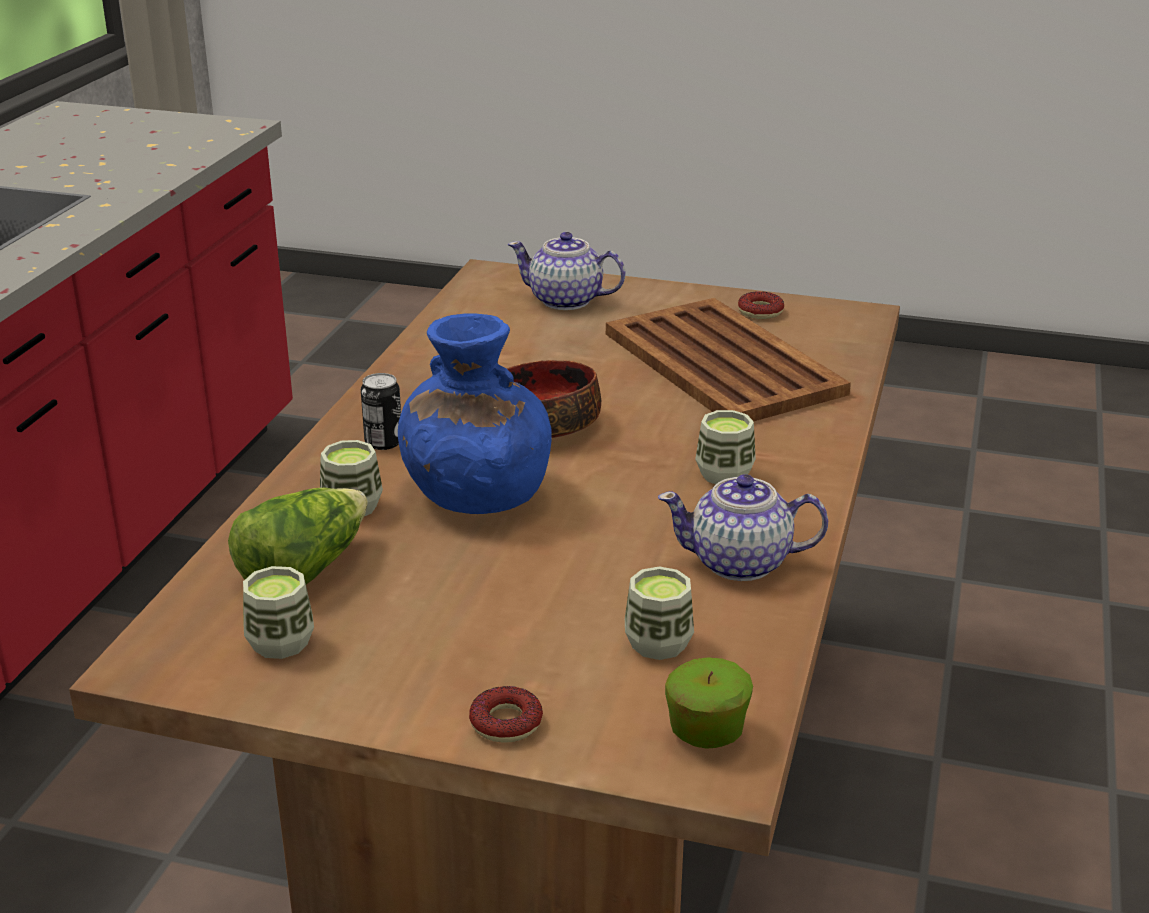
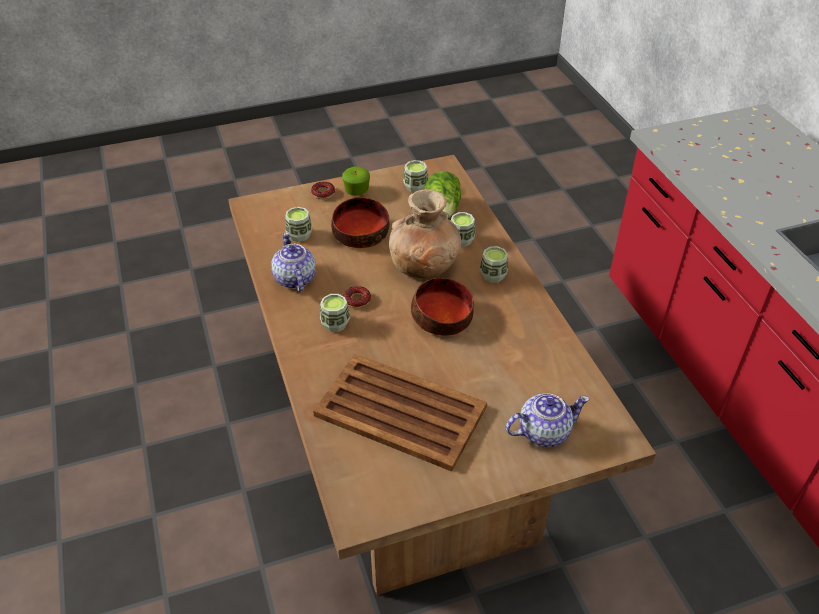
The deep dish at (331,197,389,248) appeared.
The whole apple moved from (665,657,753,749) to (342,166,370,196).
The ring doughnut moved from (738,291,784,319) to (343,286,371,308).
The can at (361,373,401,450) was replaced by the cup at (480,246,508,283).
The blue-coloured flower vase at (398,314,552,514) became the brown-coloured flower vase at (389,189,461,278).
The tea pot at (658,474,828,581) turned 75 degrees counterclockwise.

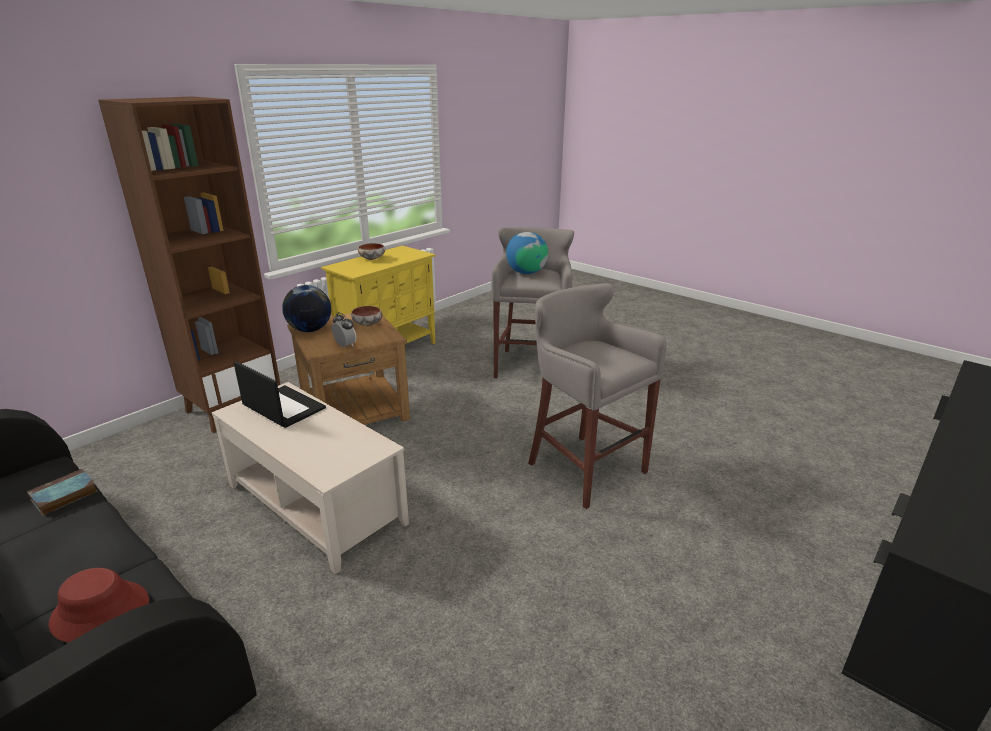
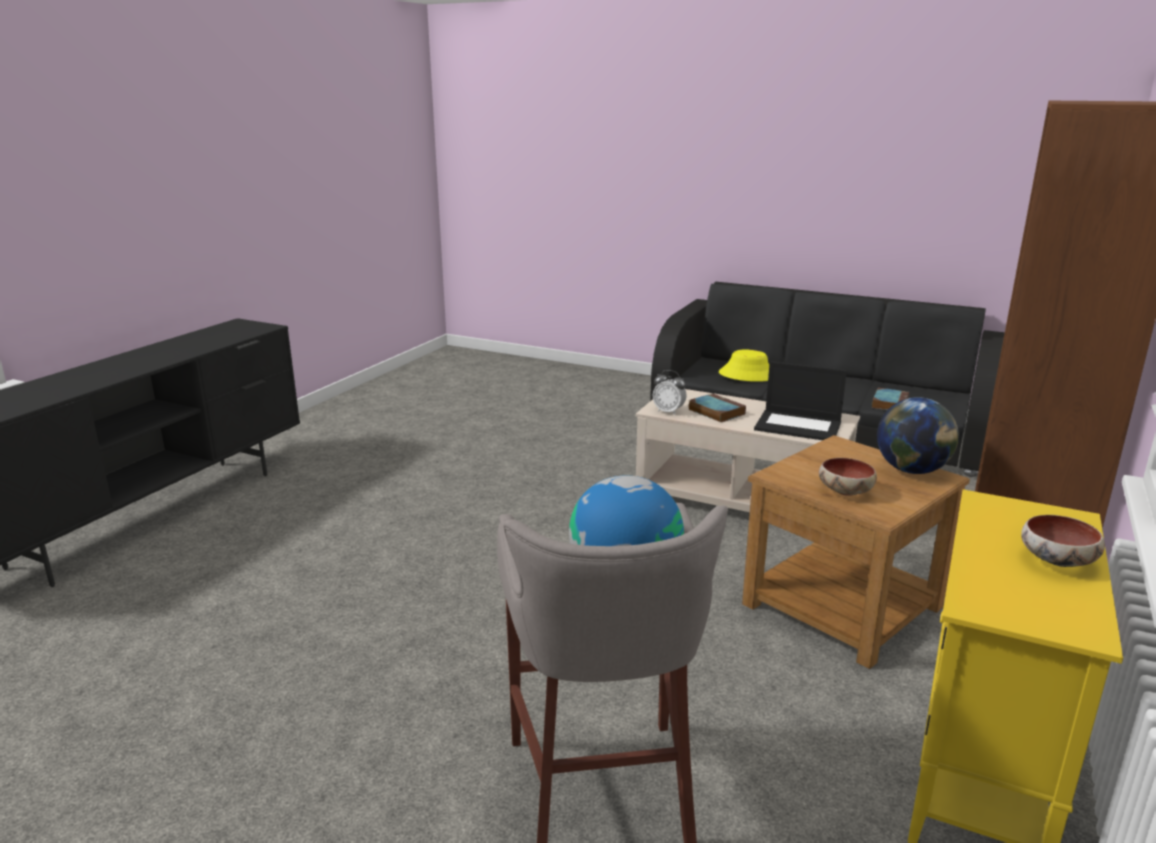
The grey stool seat at (528,283,667,509) disappeared.
The bound book at (688,393,746,422) appeared.
The table clock moved from (332,312,356,347) to (653,370,686,415).
The red-coloured clothing hat at (49,568,149,643) became the yellow-coloured clothing hat at (719,350,769,382).

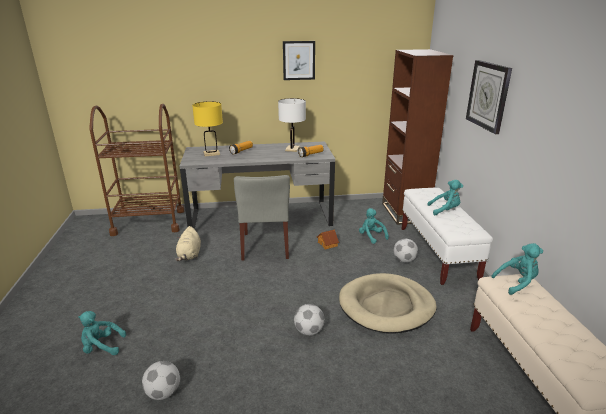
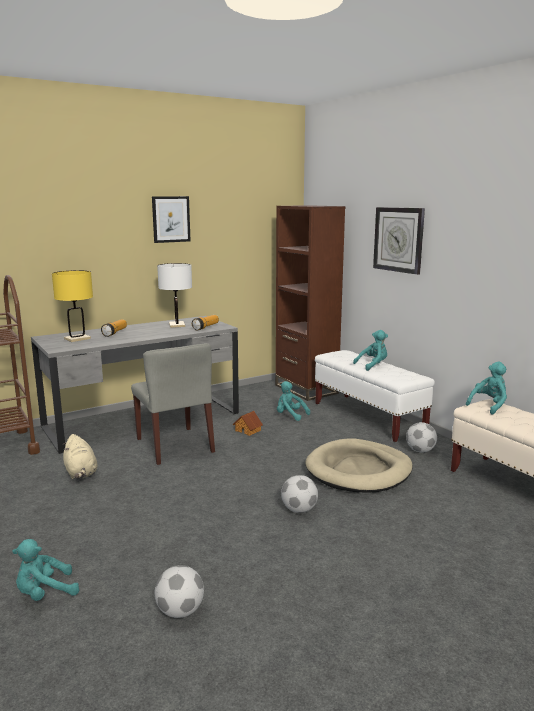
The football moved from (394,239,418,263) to (406,422,437,453).

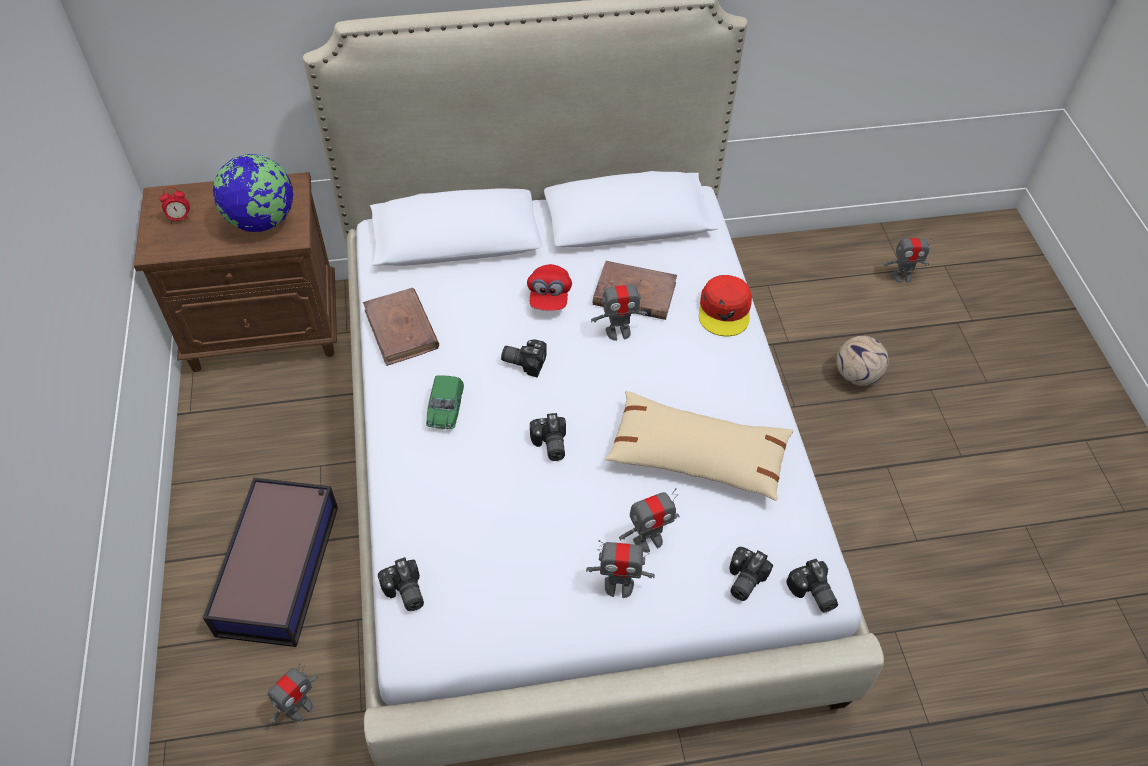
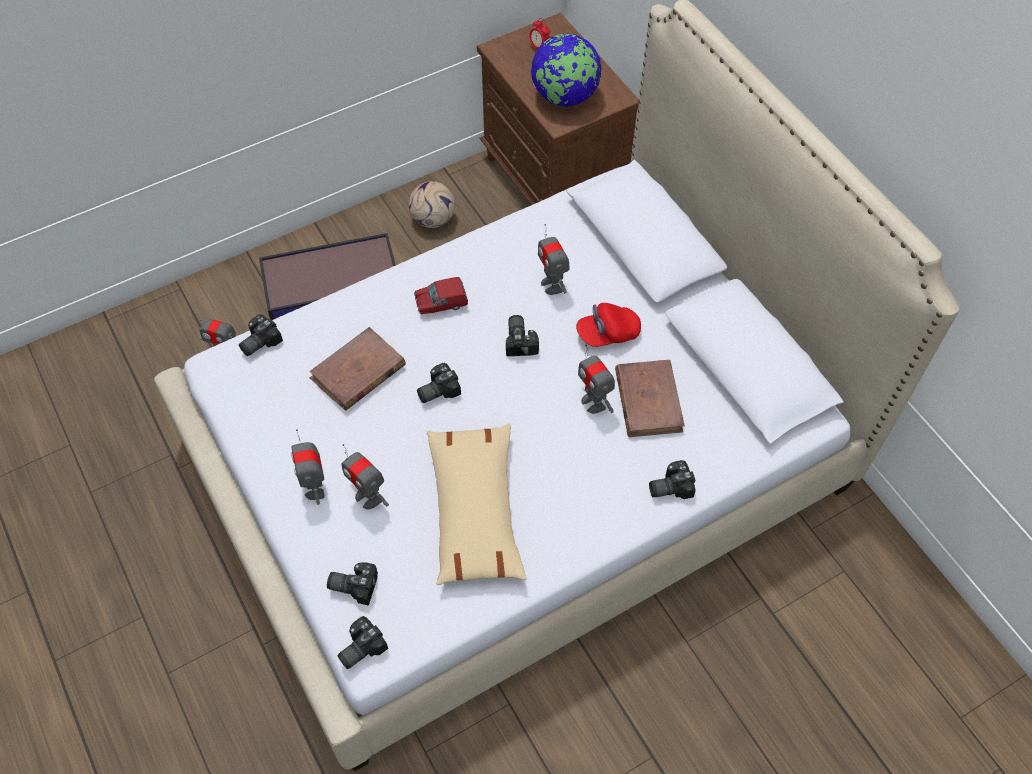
The brown-coloured bound book moved from (363,288,439,366) to (310,327,406,411).
The football moved from (836,336,888,386) to (409,181,455,228).
The robot figure moved from (883,233,934,283) to (538,224,570,295).
The red-coloured baseball cap at (699,275,752,336) was replaced by the photo camera at (649,460,695,499).
The greenish toy car at (426,375,464,429) became the red-coloured toy car at (414,277,468,314).

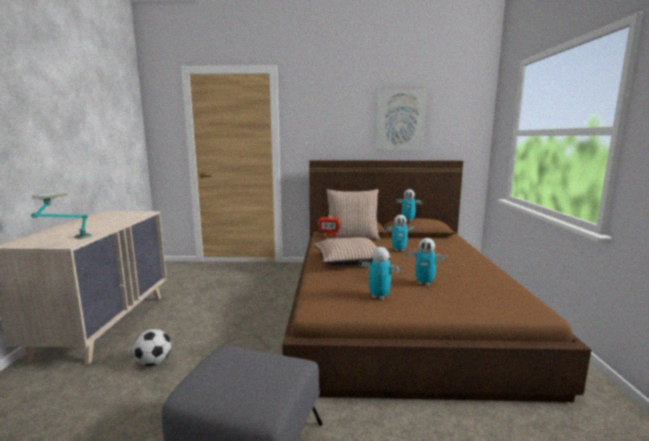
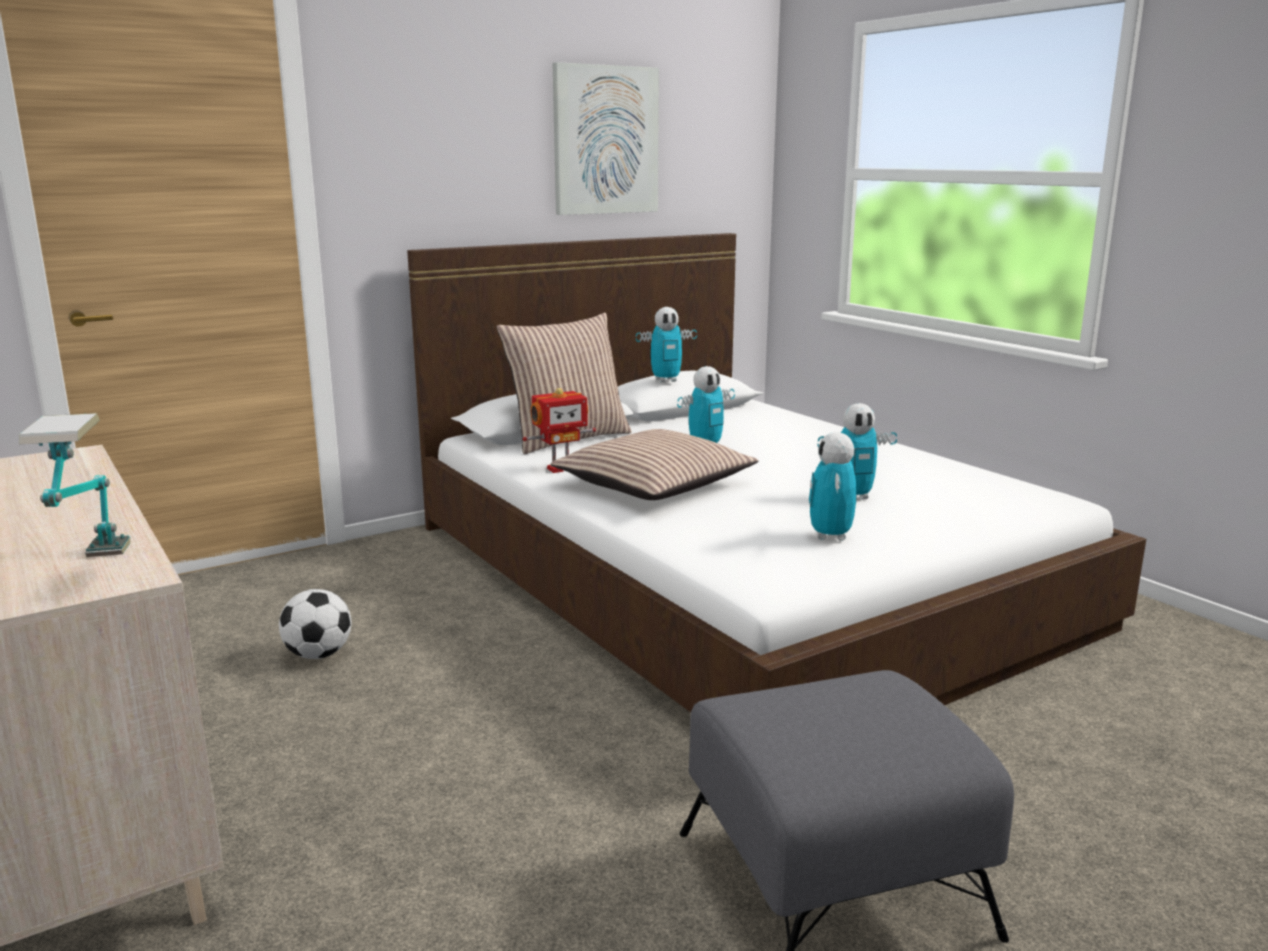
The football moved from (133,329,171,366) to (279,589,352,659).
The brown-coloured sleeping bed at (282,160,591,402) became the white-coloured sleeping bed at (407,233,1146,712).
The robot figure at (359,247,403,300) turned 75 degrees counterclockwise.

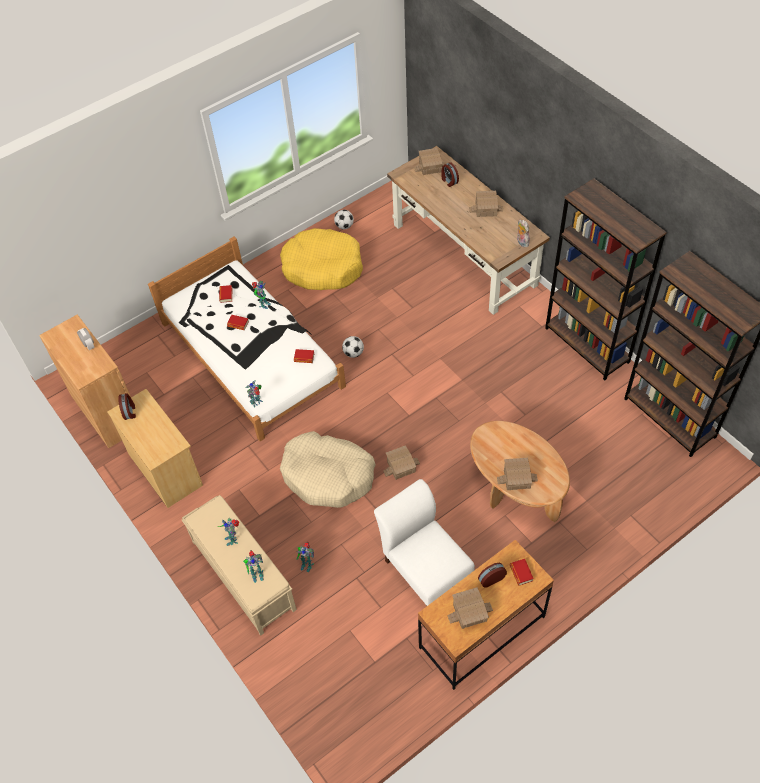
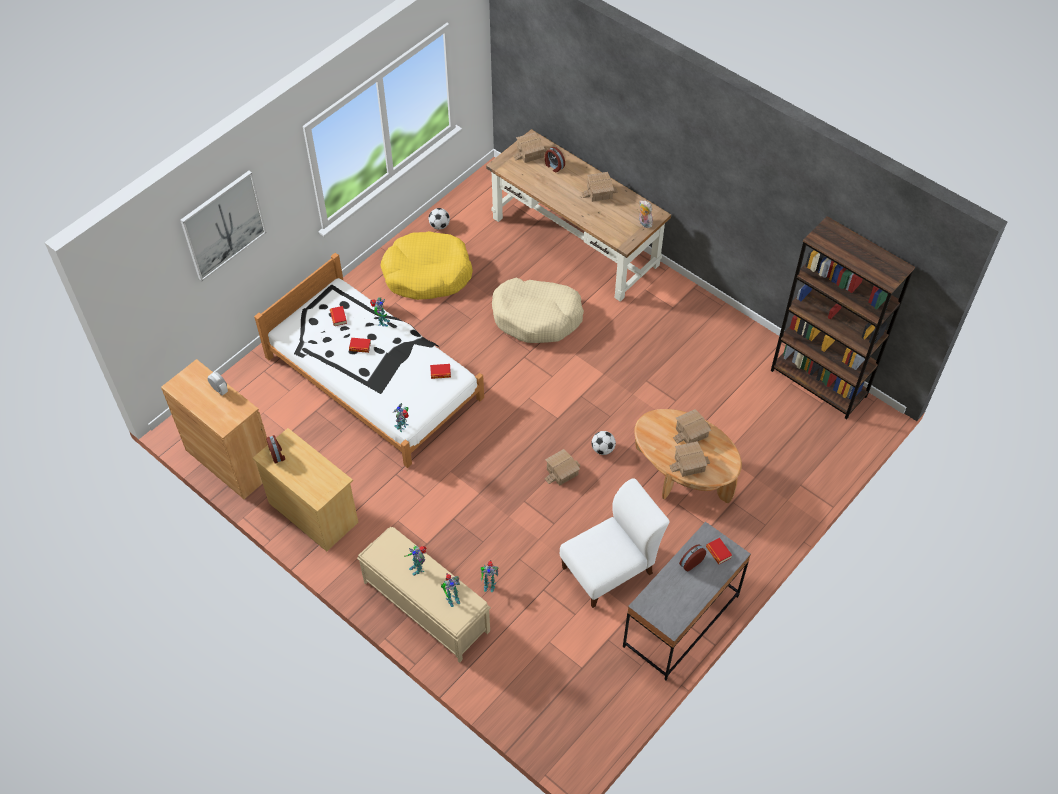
The brown-coloured shelving unit at (545,178,667,380) disappeared.
The wall picture at (180,171,266,282) appeared.
The beige-coloured dog bed moved from (280,431,375,508) to (492,278,584,343).
The football moved from (342,336,364,358) to (592,431,616,455).
The toy house moved from (447,587,493,629) to (673,409,711,444).
The brown-coloured desk unit at (418,540,554,690) became the grey desk unit at (623,522,751,680).
The white-coloured plain chair at (374,479,475,607) turned 105 degrees clockwise.

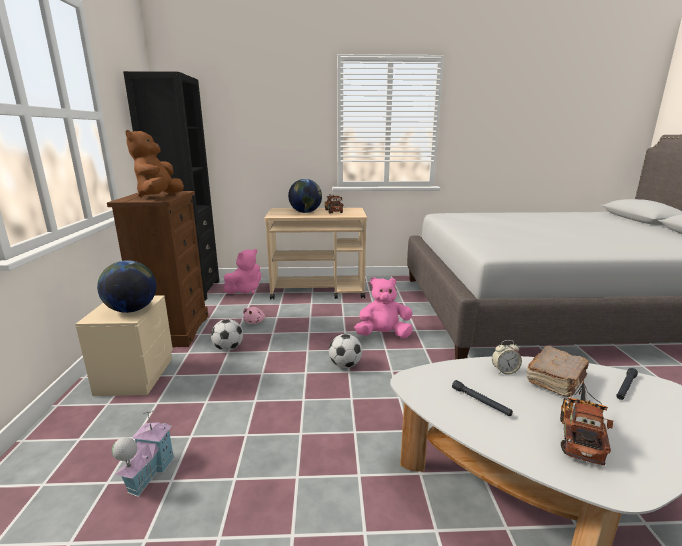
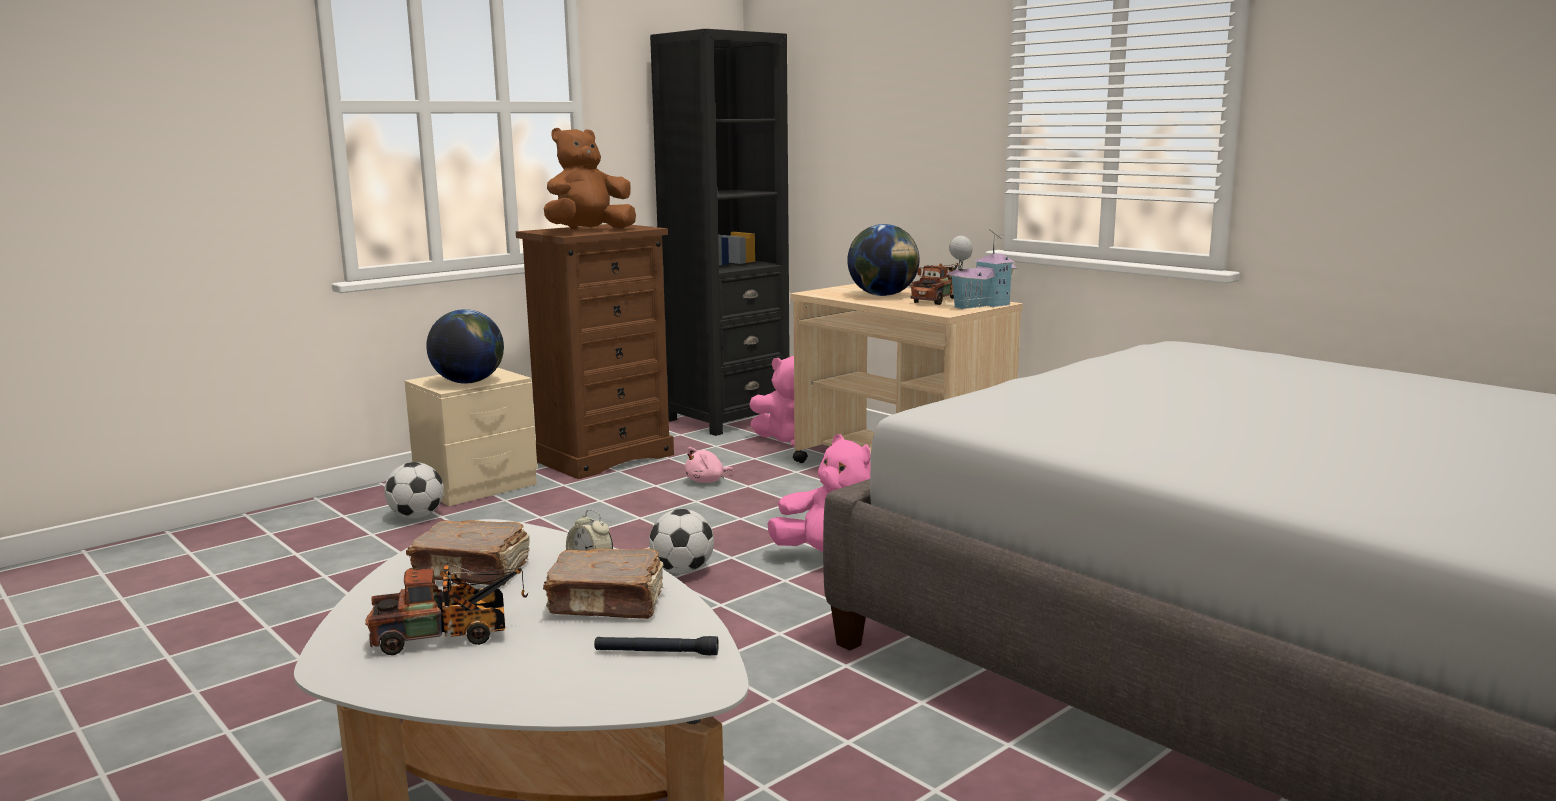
The toy house moved from (112,409,174,497) to (947,229,1018,309).
The football moved from (211,319,243,351) to (384,462,444,519).
The black hand torch at (452,380,513,416) was replaced by the brown-coloured bound book at (406,520,530,586).

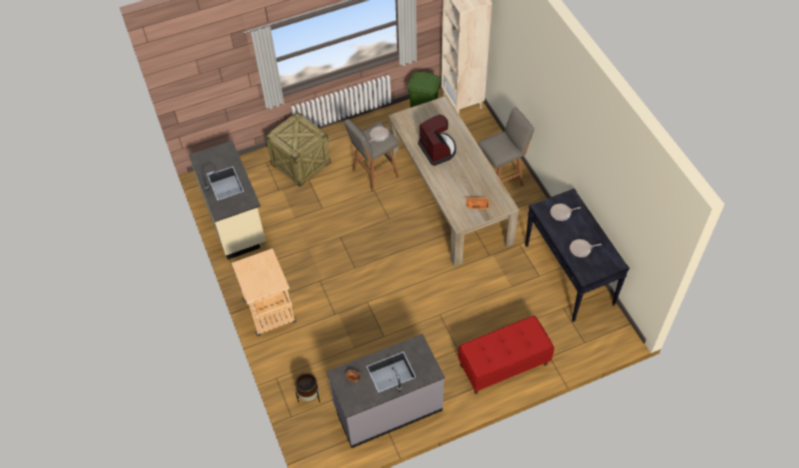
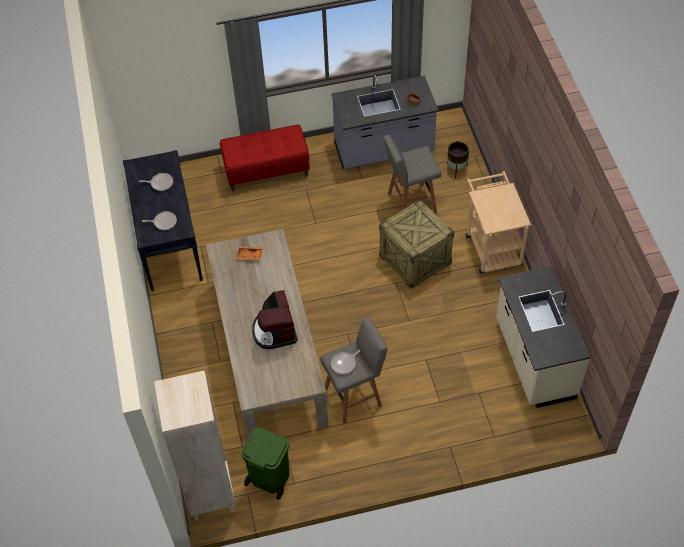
The packing crate moved from (265,112,331,187) to (379,199,454,289).
The grey stool seat moved from (478,107,534,186) to (384,135,441,214).

